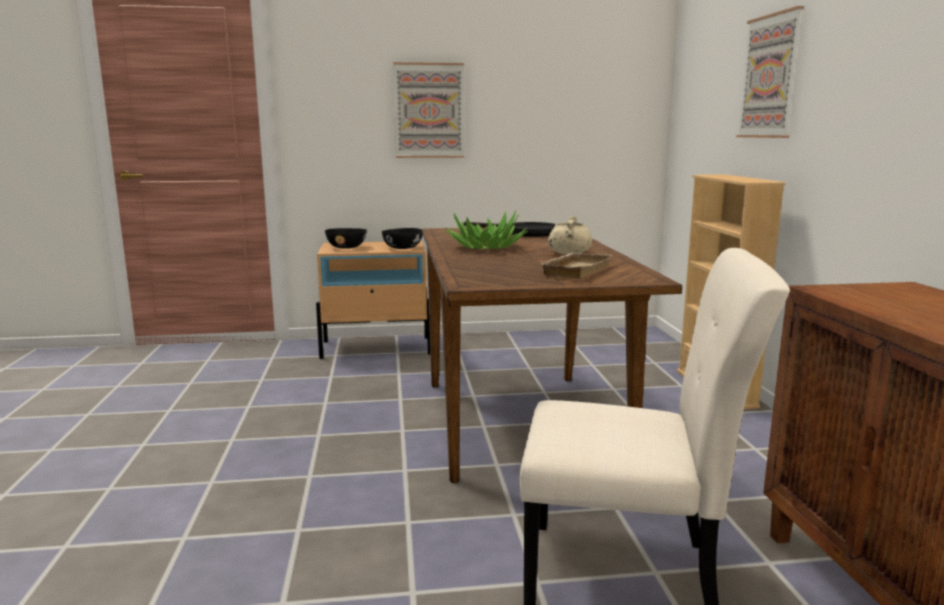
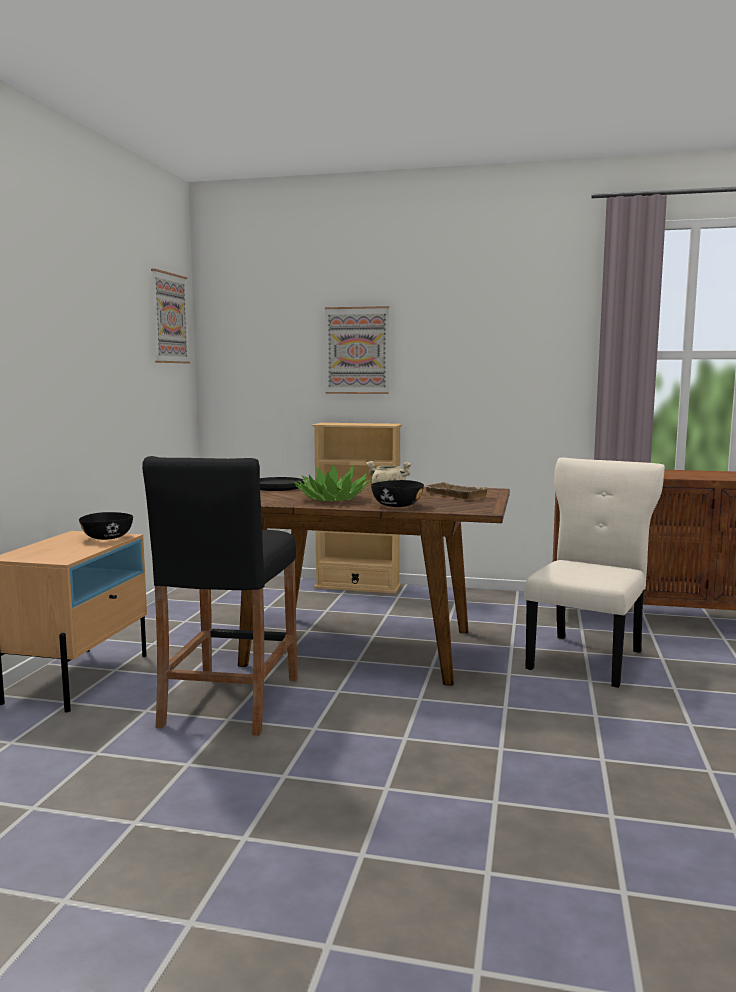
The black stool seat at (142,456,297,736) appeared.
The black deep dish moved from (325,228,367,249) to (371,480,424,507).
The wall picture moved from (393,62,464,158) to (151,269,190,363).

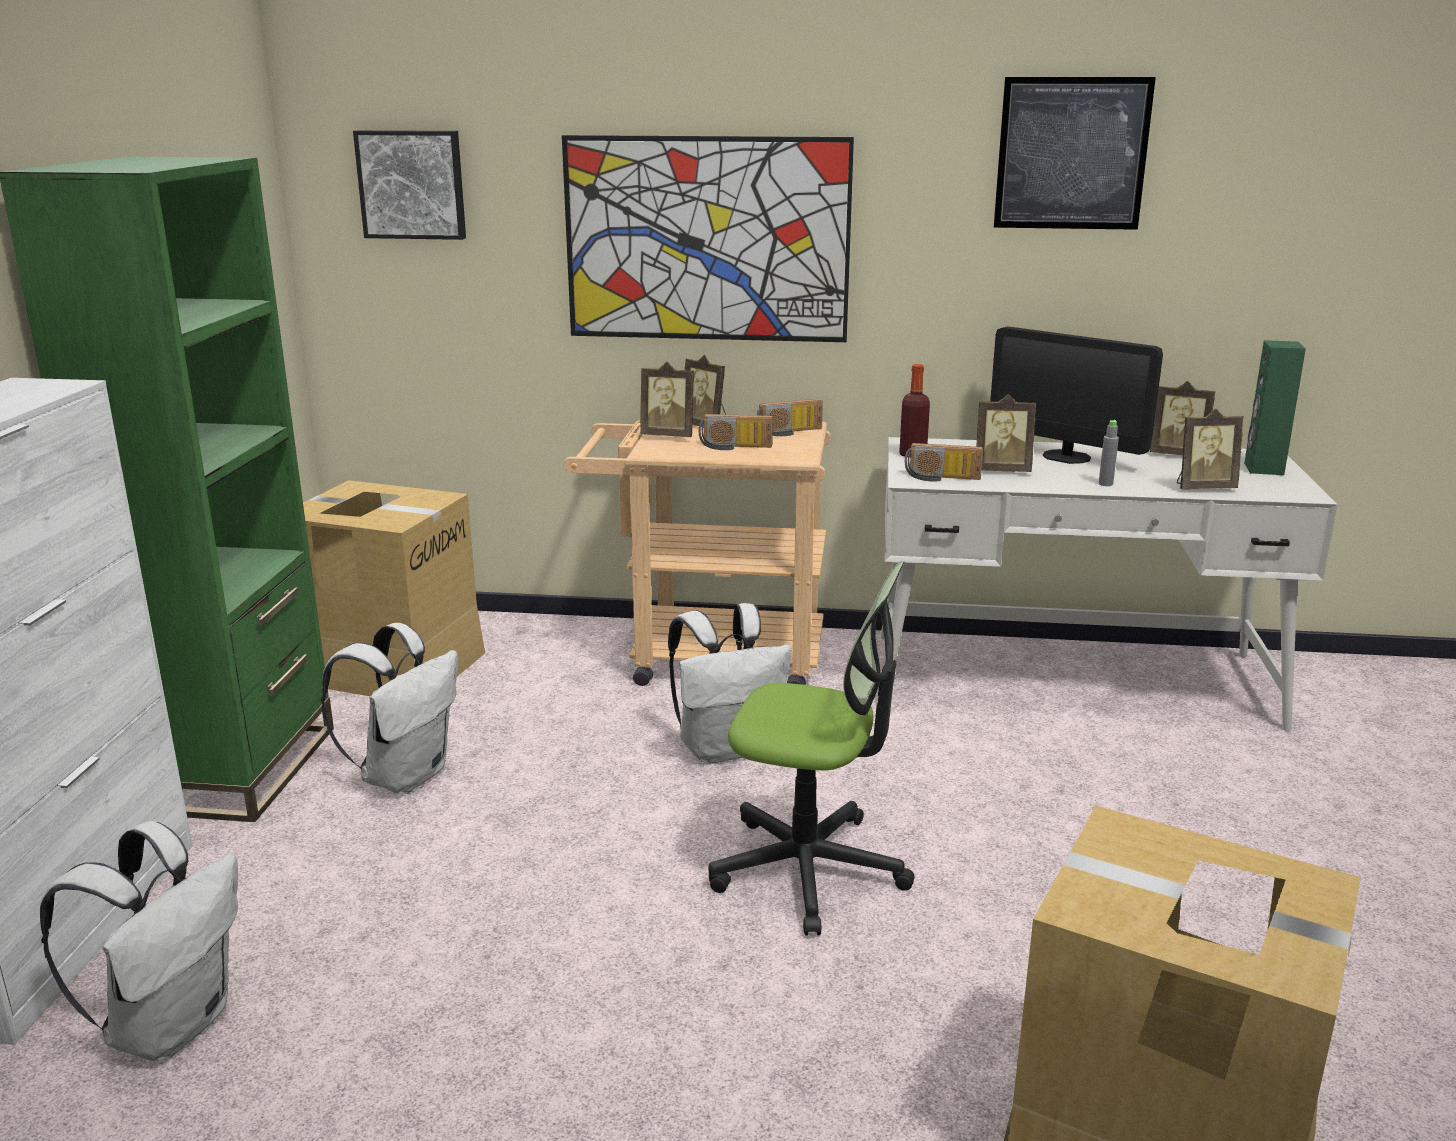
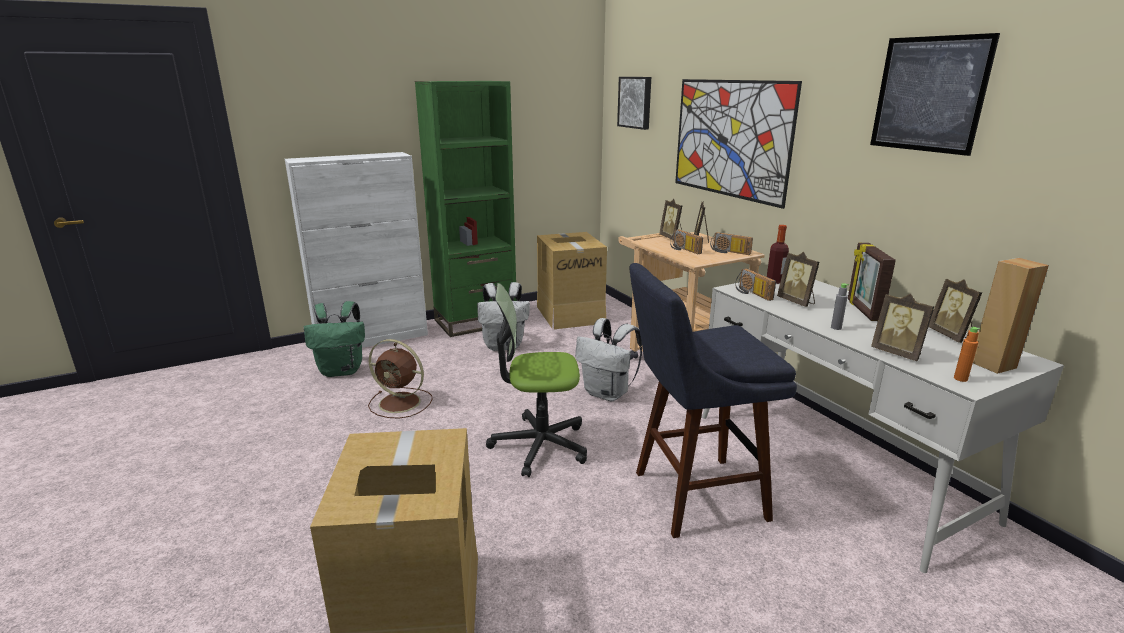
The brown-coloured electric fan at (368,339,432,419) appeared.
The blue-coloured stool seat at (629,263,797,538) appeared.
The orange-coloured drink bottle at (954,327,981,382) appeared.
The monitor at (990,326,1163,464) was replaced by the standing frame at (848,243,896,321).
The white-coloured backpack at (40,821,238,1061) became the greenish backpack at (304,301,365,377).
The greenish loudspeaker at (1244,340,1306,475) became the brown-coloured loudspeaker at (973,258,1049,374).
The office chair at (708,561,915,936) turned 105 degrees clockwise.

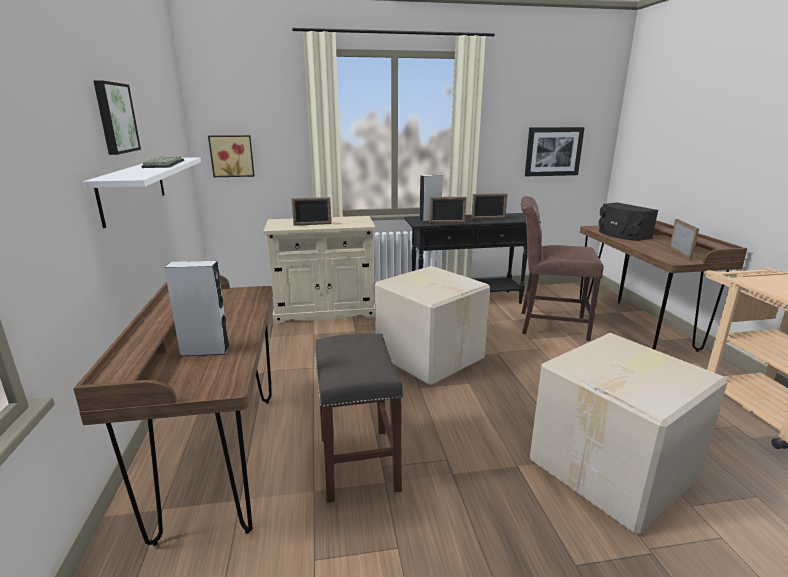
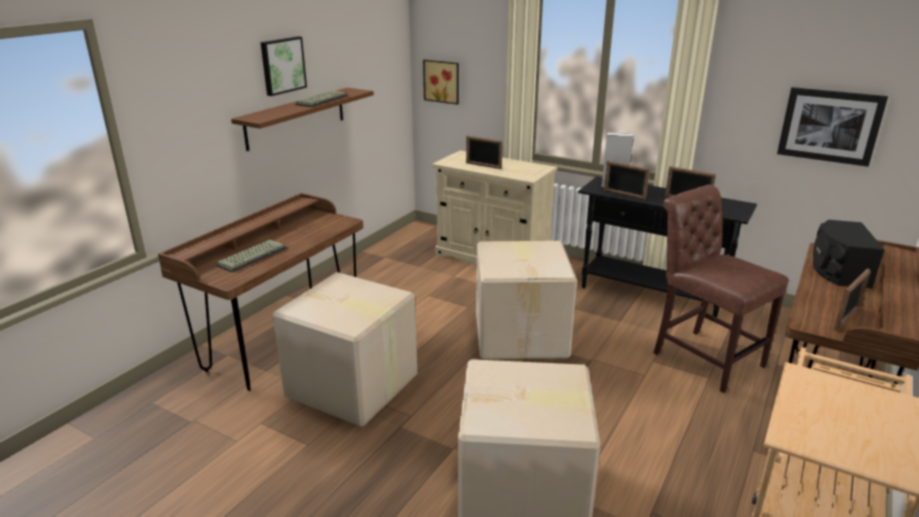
The grey loudspeaker at (164,261,230,356) was replaced by the keyboard at (216,240,287,272).
The grey stool seat at (315,333,403,503) was replaced by the carton at (273,272,417,427).
The white-coloured shelf at (84,157,201,228) became the brown-coloured shelf at (231,88,374,151).

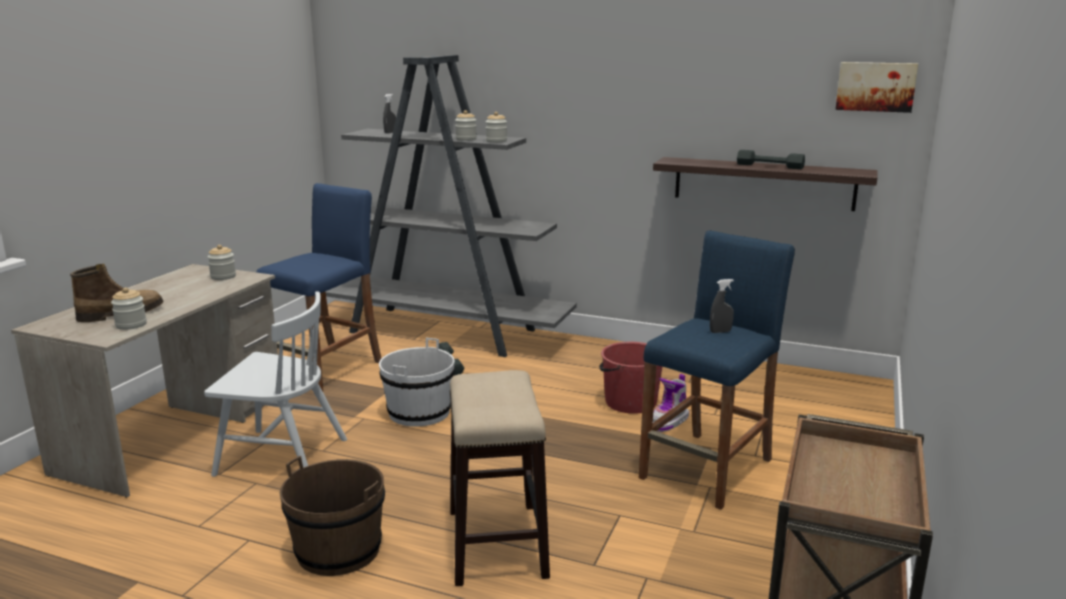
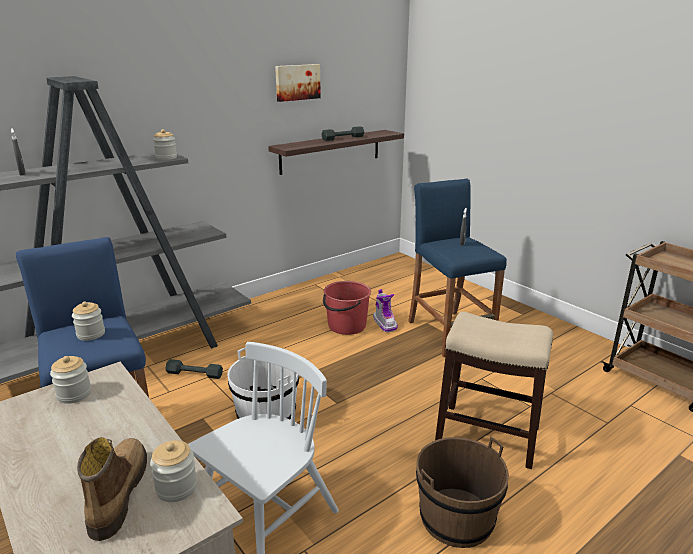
The storage jar moved from (455,110,477,141) to (72,302,105,341).
The wall picture moved from (835,62,918,113) to (275,64,321,102).

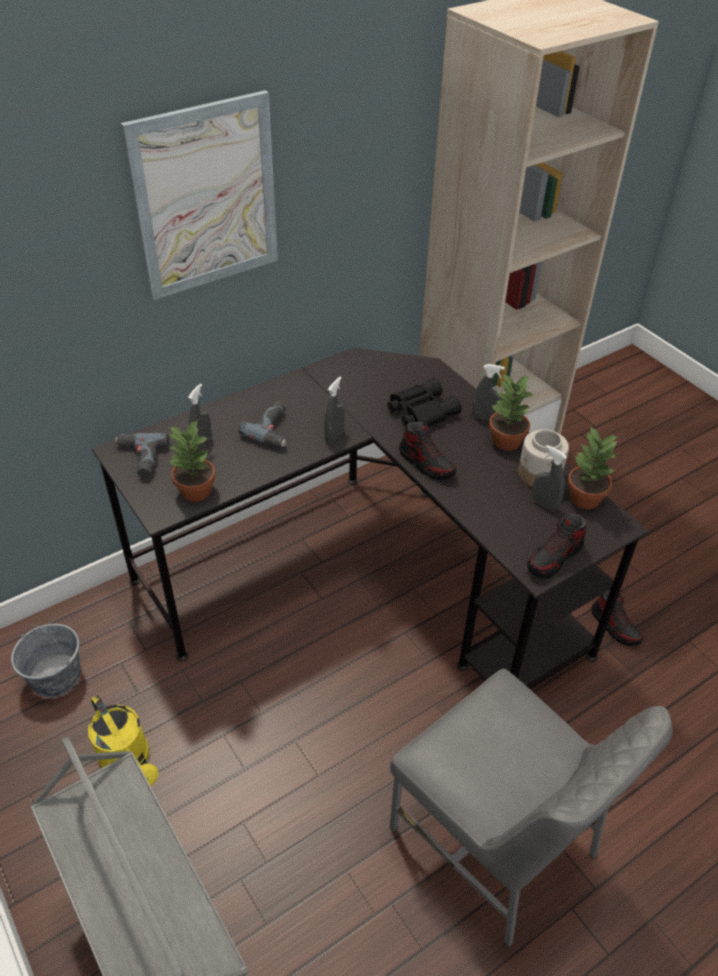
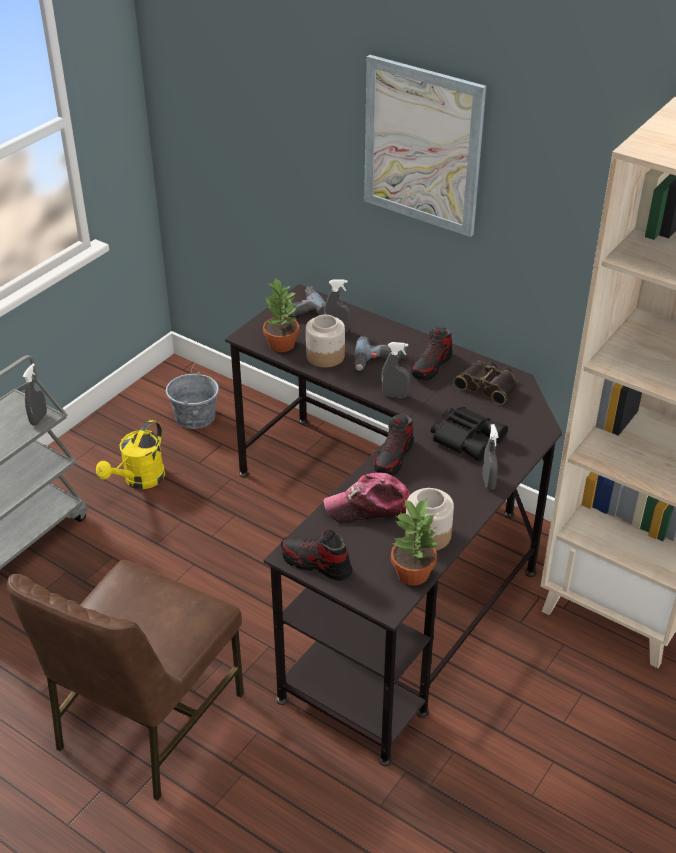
The houseplant at (489,374,533,451) disappeared.
The storage jar at (306,315,345,368) appeared.
The baseball cap at (324,473,411,523) appeared.
The pair of binoculars at (453,361,518,405) appeared.
The grey spray bottle moved from (532,445,567,510) to (22,364,47,426).
The item of footwear moved from (591,590,643,646) to (411,327,453,381).
The grey plain chair at (389,669,673,947) became the brown-coloured plain chair at (7,560,244,801).

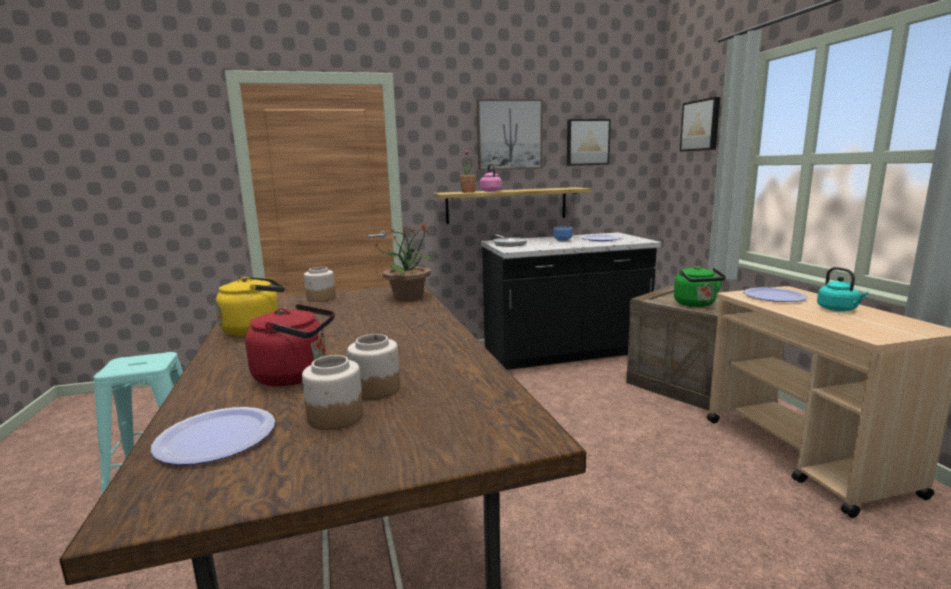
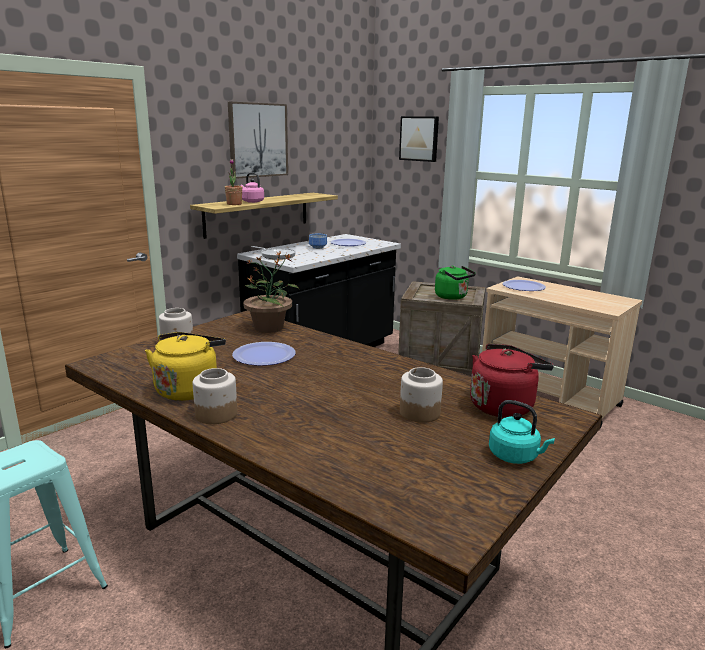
The wall picture at (567,119,611,166) disappeared.
The plate moved from (151,407,275,465) to (232,342,295,366).
The red-coloured kettle moved from (245,304,335,386) to (470,344,554,418).
The storage jar moved from (302,355,363,430) to (193,368,237,424).
The blue-green kettle moved from (817,267,868,311) to (489,400,555,464).

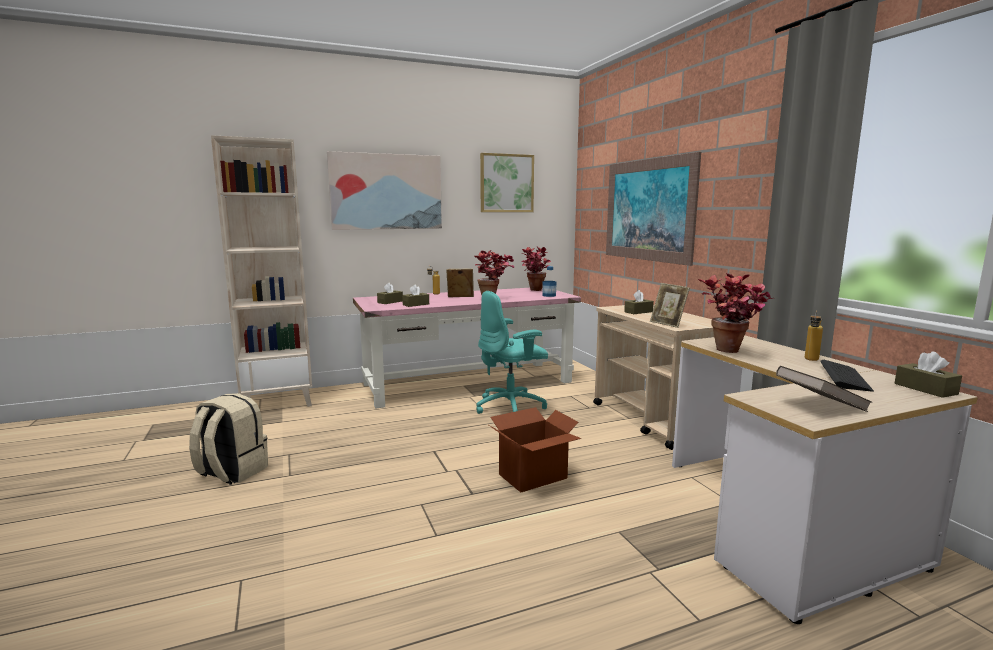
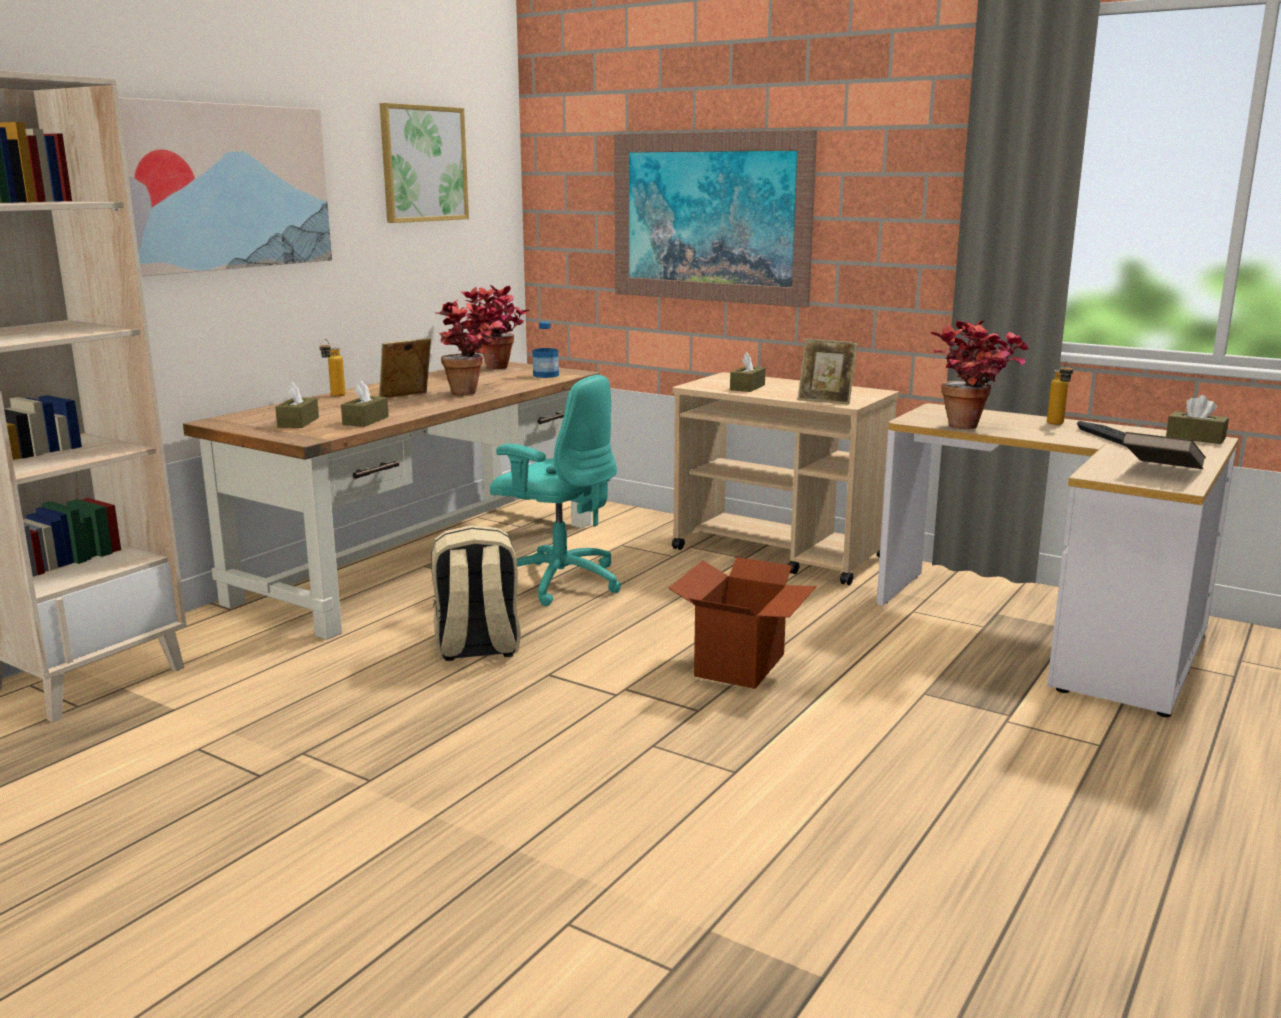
The beige-coloured backpack moved from (189,393,268,485) to (431,525,521,661).
The pink desk unit at (353,287,581,408) became the brown-coloured desk unit at (183,361,600,640).
The blue-green office chair at (476,291,548,414) turned 90 degrees counterclockwise.

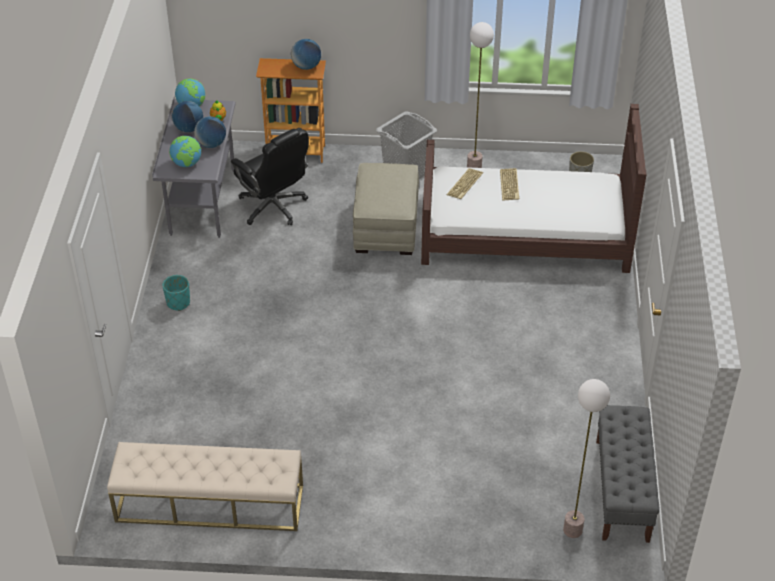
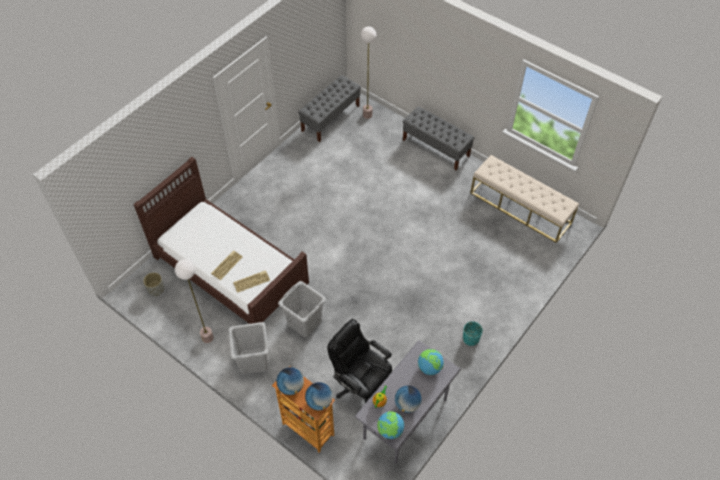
The grey bench at (402,106,475,171) appeared.
The world globe moved from (194,116,226,148) to (305,382,333,410).
The beige-coloured ottoman at (353,163,419,255) was replaced by the grey hamper at (278,281,326,337).
The black office chair at (231,128,309,225) turned 45 degrees counterclockwise.

